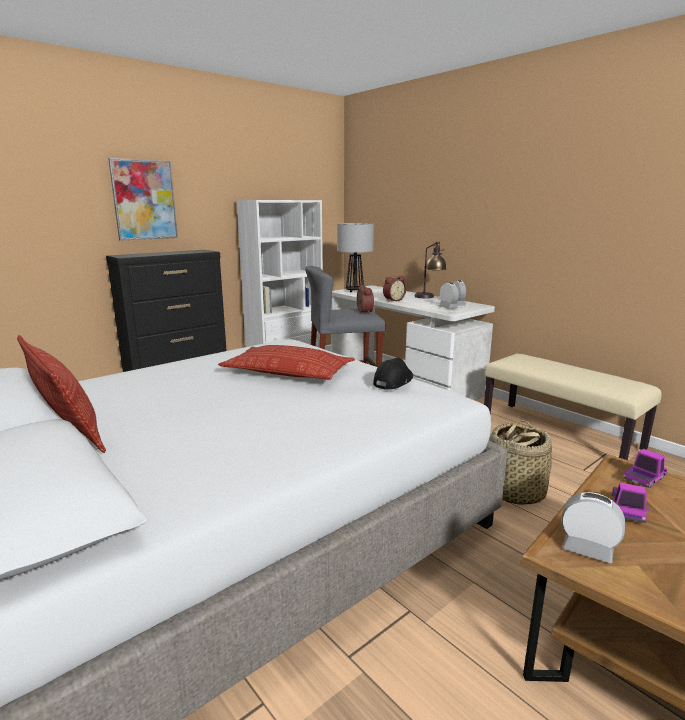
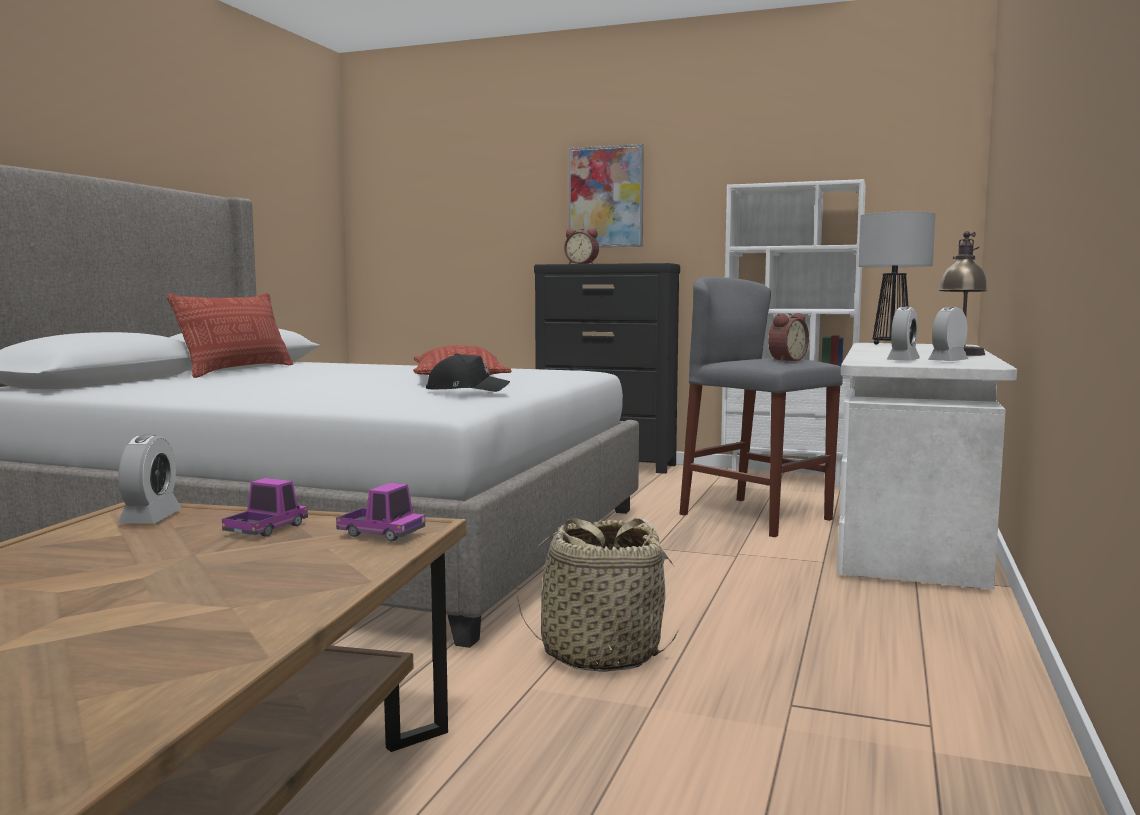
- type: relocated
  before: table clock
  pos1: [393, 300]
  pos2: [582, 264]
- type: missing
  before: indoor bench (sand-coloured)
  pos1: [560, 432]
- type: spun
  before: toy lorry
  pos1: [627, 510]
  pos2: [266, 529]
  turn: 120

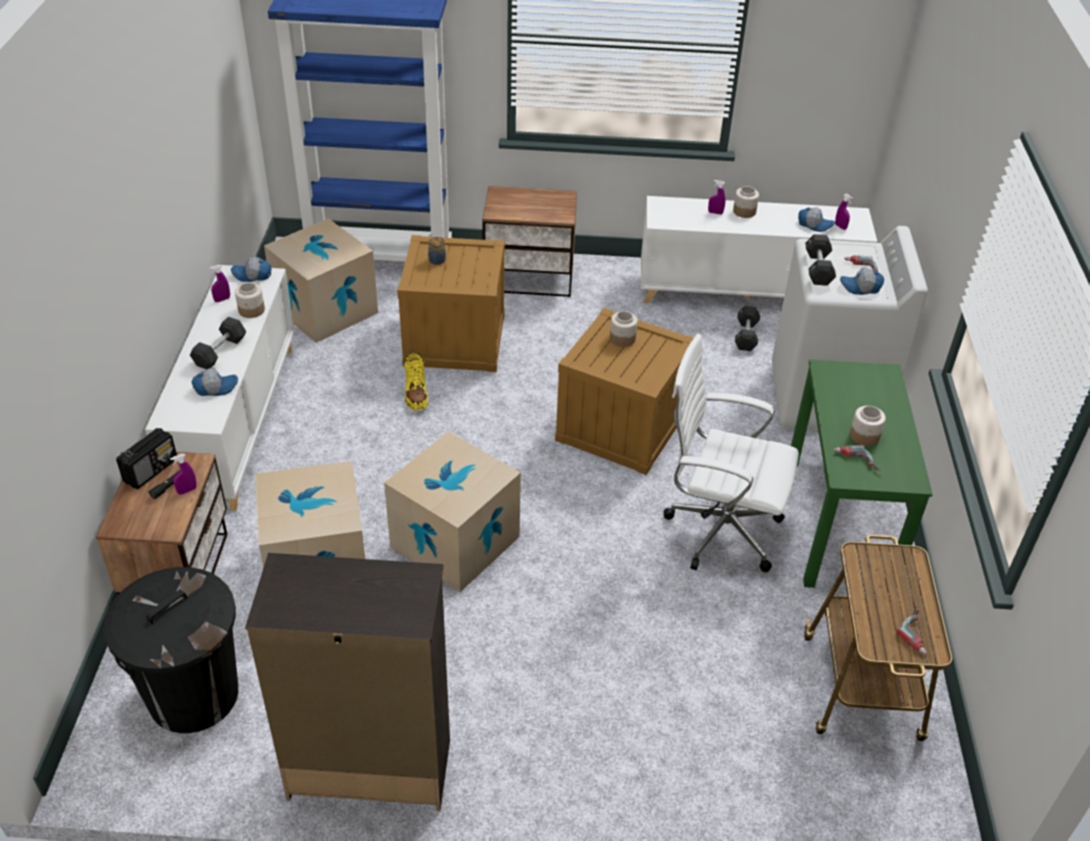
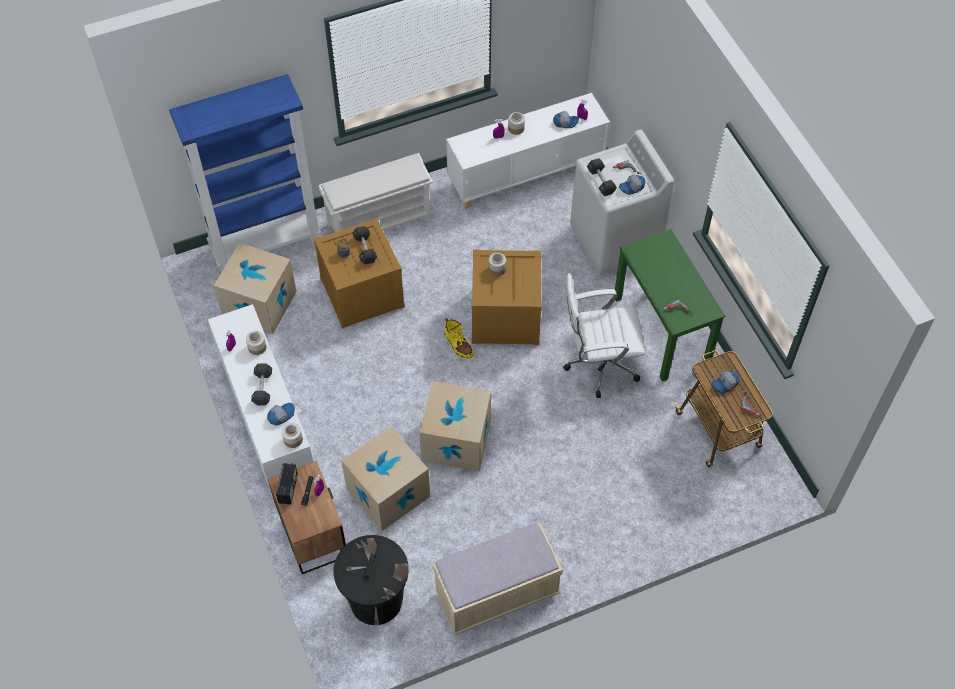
- type: relocated
  before: peaked cap
  pos1: [252, 275]
  pos2: [725, 384]
- type: exchanged
  before: drawer chest (black-coloured)
  after: indoor bench (sand-coloured)
  pos1: [369, 768]
  pos2: [496, 593]
- type: relocated
  before: tall boot (yellow)
  pos1: [416, 394]
  pos2: [458, 345]
- type: exchanged
  before: night table
  after: shoe stand (white)
  pos1: [530, 279]
  pos2: [379, 219]
- type: relocated
  before: hand weight (black-coloured)
  pos1: [746, 336]
  pos2: [365, 249]
- type: relocated
  before: jar
  pos1: [864, 436]
  pos2: [293, 439]

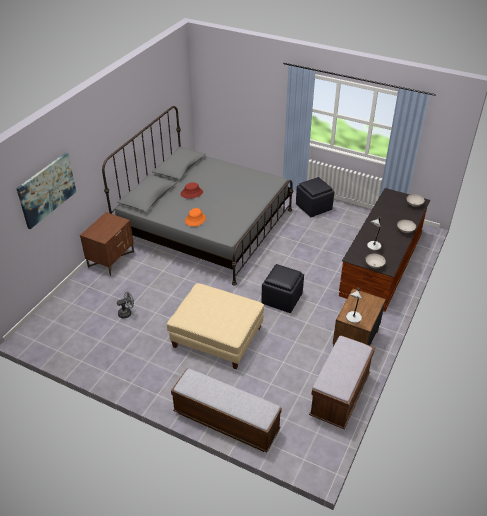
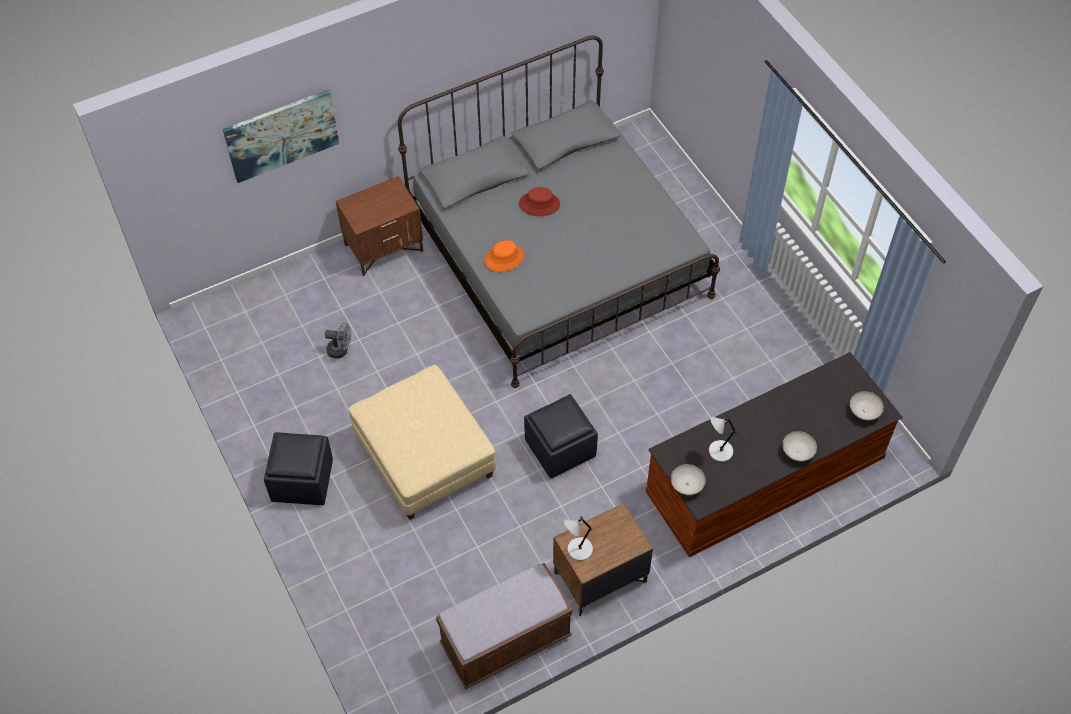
- type: missing
  before: indoor bench
  pos1: [226, 421]
- type: relocated
  before: pouffe (black-coloured)
  pos1: [314, 207]
  pos2: [303, 481]

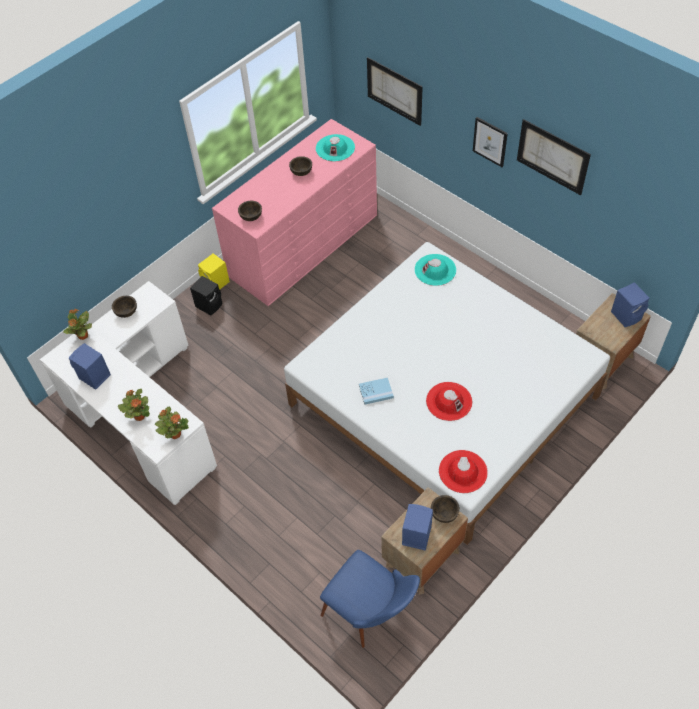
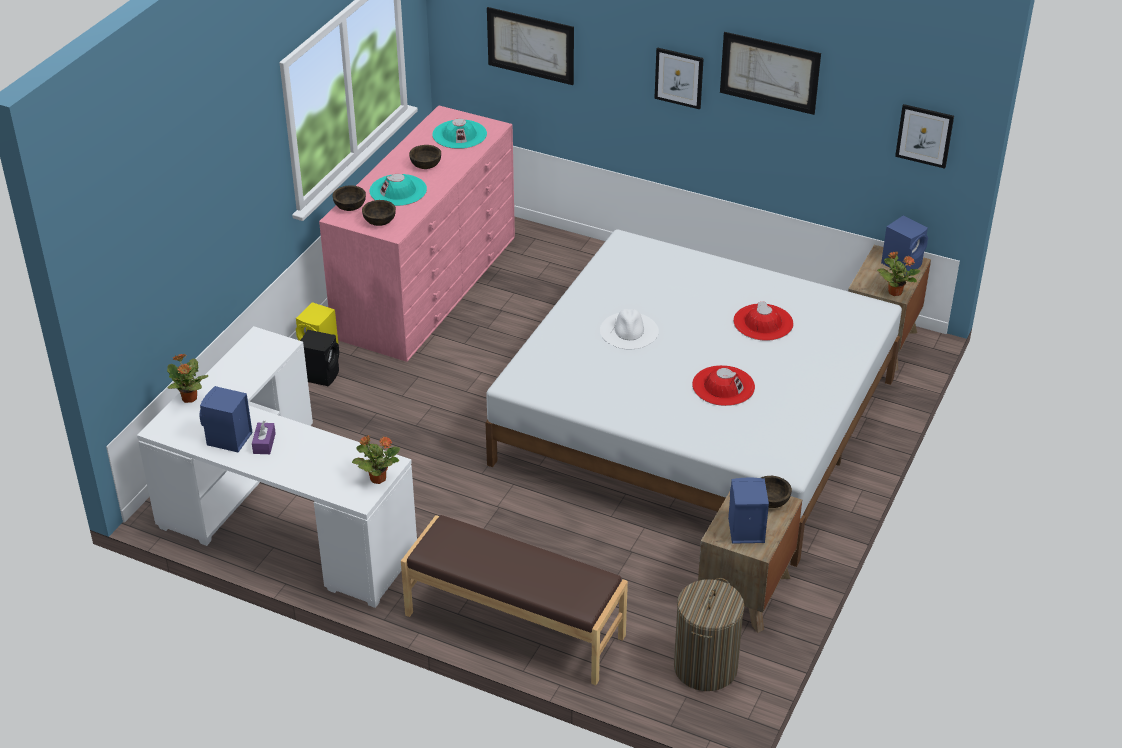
- type: relocated
  before: bowl (brown-coloured)
  pos1: [126, 312]
  pos2: [350, 207]
- type: relocated
  before: plant in a pot
  pos1: [139, 416]
  pos2: [894, 292]
- type: exchanged
  before: plain chair (bluish)
  after: laundry basket
  pos1: [371, 614]
  pos2: [705, 667]
- type: missing
  before: bound book (bluish)
  pos1: [376, 392]
- type: relocated
  before: clothing hat (blue-green)
  pos1: [435, 270]
  pos2: [398, 190]
- type: relocated
  before: clothing hat (red-coloured)
  pos1: [463, 471]
  pos2: [763, 322]
- type: appeared
  after: tissue box (purplish)
  pos2: [264, 443]
- type: appeared
  after: indoor bench (brown-coloured)
  pos2: [514, 626]
- type: appeared
  after: clothing hat (white)
  pos2: [629, 330]
- type: appeared
  after: wall art
  pos2: [924, 135]

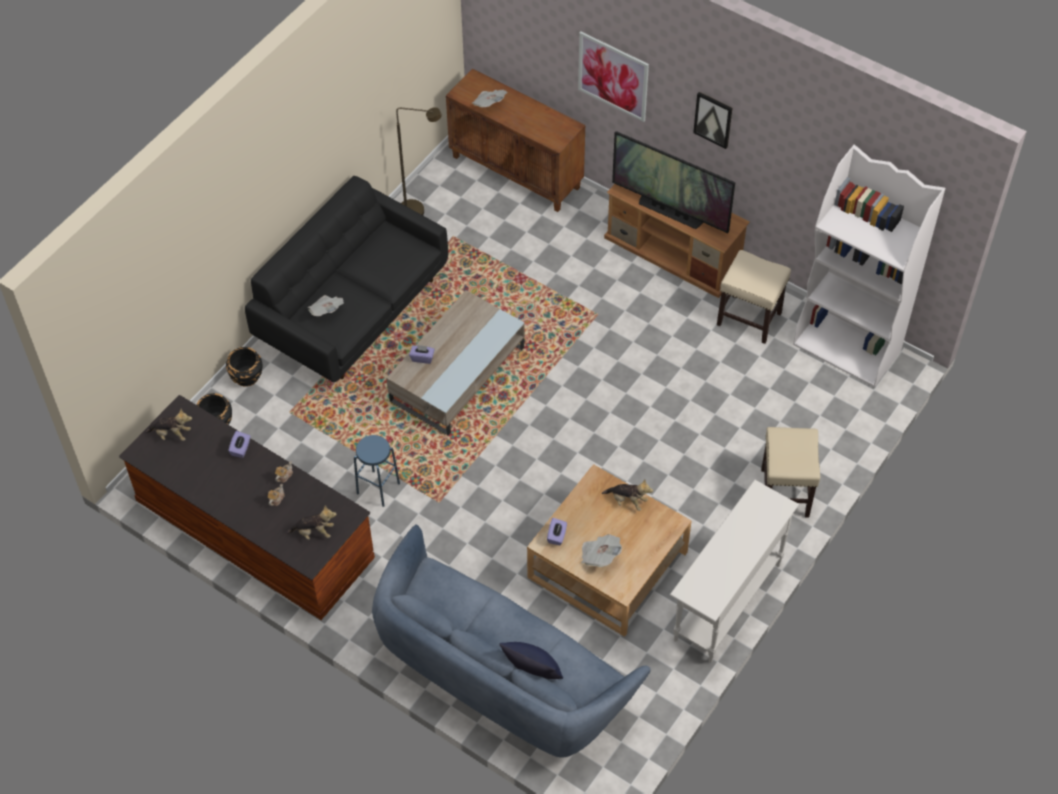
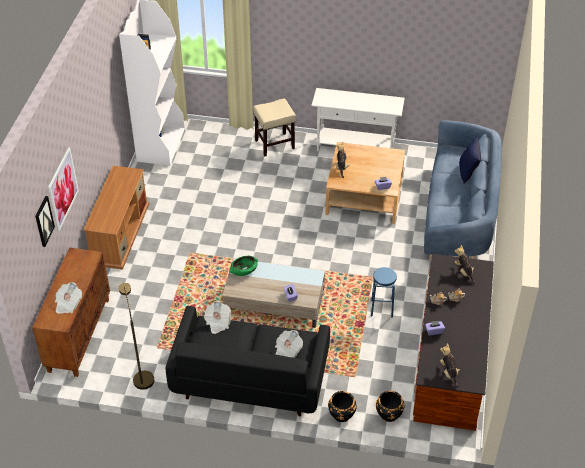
- type: relocated
  before: daily paper
  pos1: [599, 555]
  pos2: [218, 322]
- type: missing
  before: TV set
  pos1: [670, 211]
- type: relocated
  before: wall art
  pos1: [713, 119]
  pos2: [44, 221]
- type: missing
  before: stool (sand-coloured)
  pos1: [750, 319]
- type: appeared
  after: bowl (greenish)
  pos2: [244, 270]

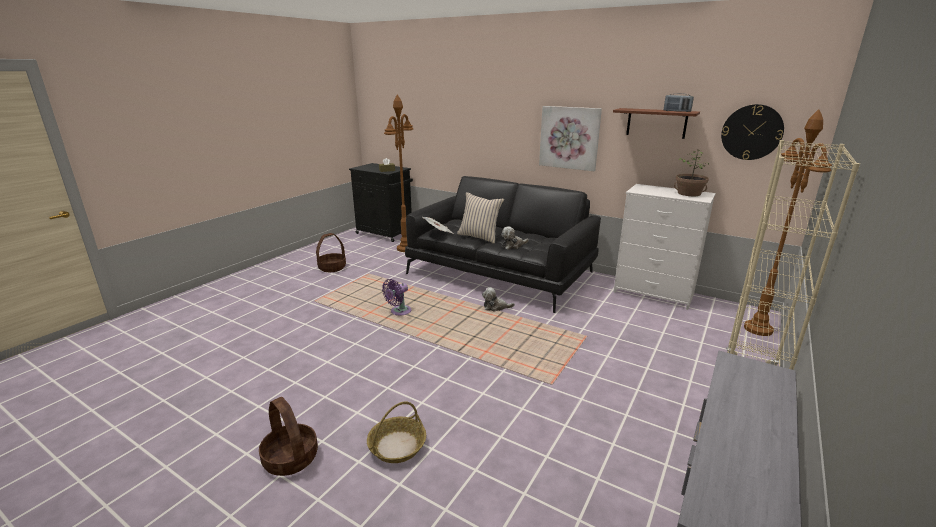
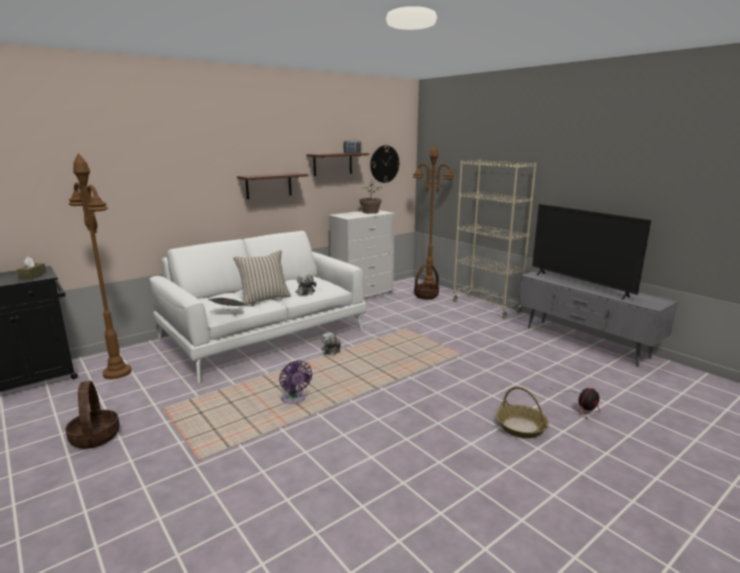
- type: relocated
  before: storage basket
  pos1: [291, 458]
  pos2: [426, 296]
- type: colour
  before: settee (black-coloured)
  after: settee (white)
  pos1: [501, 273]
  pos2: [265, 335]
- type: exchanged
  before: wall art
  after: bracket shelf (brown-coloured)
  pos1: [569, 138]
  pos2: [268, 185]
- type: appeared
  after: TV set
  pos2: [580, 285]
- type: appeared
  after: electric fan
  pos2: [583, 406]

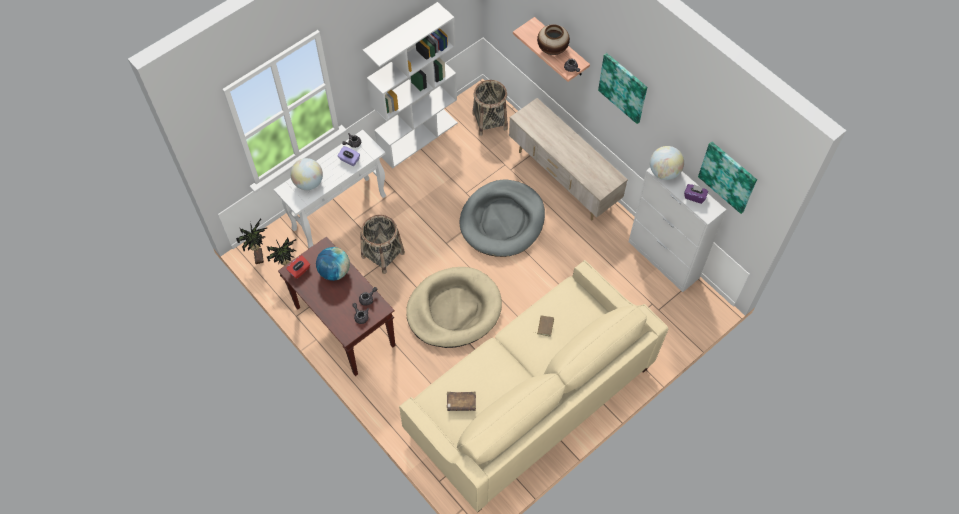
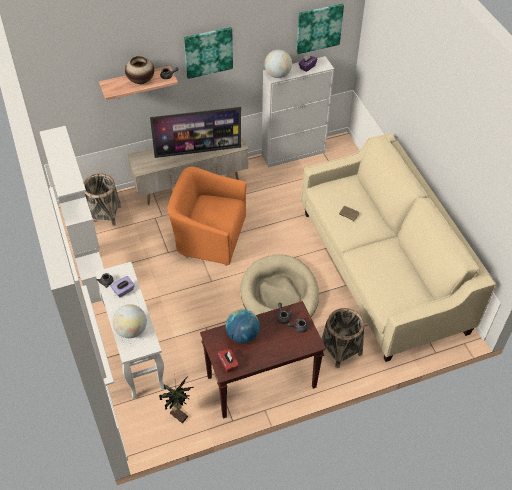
- type: missing
  before: plant in a pot
  pos1: [260, 256]
- type: relocated
  before: storage basket
  pos1: [383, 255]
  pos2: [340, 350]
- type: missing
  before: bound book (brown-coloured)
  pos1: [461, 403]
- type: exchanged
  before: dog bed (gray)
  after: lounge chair (orange)
  pos1: [502, 220]
  pos2: [209, 236]
- type: appeared
  after: TV set
  pos2: [198, 151]

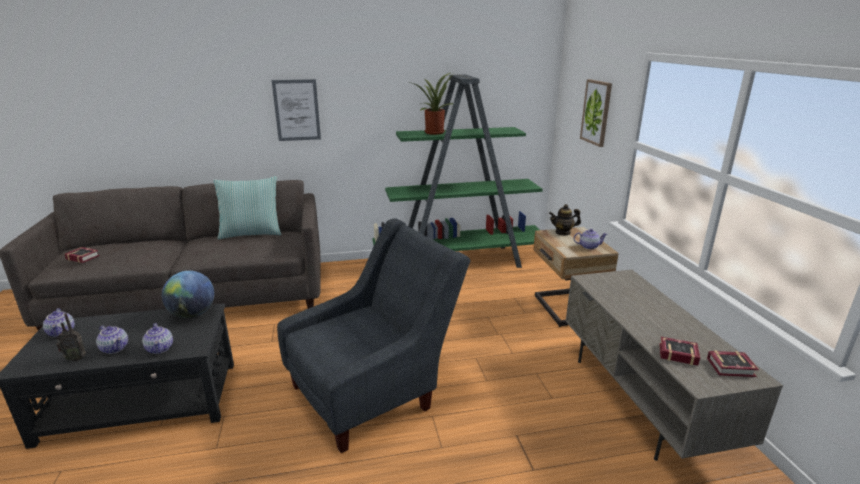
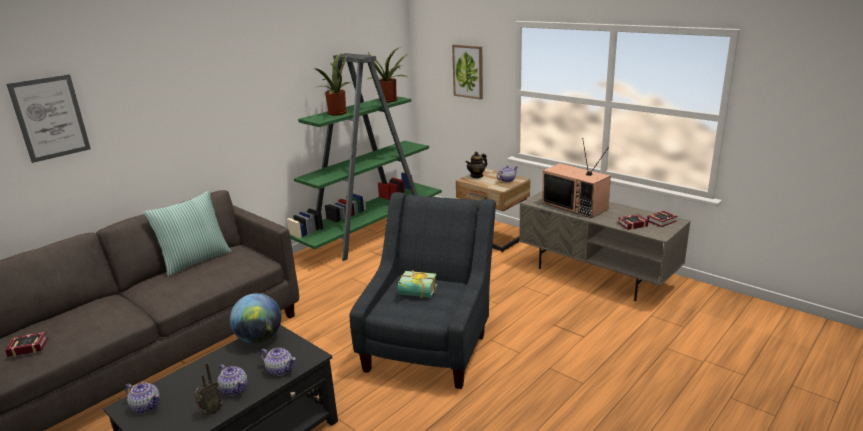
- type: spun
  before: teapot
  pos1: [115, 348]
  pos2: [234, 389]
  turn: 45
- type: relocated
  before: wall art
  pos1: [297, 110]
  pos2: [50, 118]
- type: appeared
  after: plant in a pot
  pos2: [389, 100]
- type: appeared
  after: bound book
  pos2: [416, 295]
- type: appeared
  after: TV set
  pos2: [576, 206]

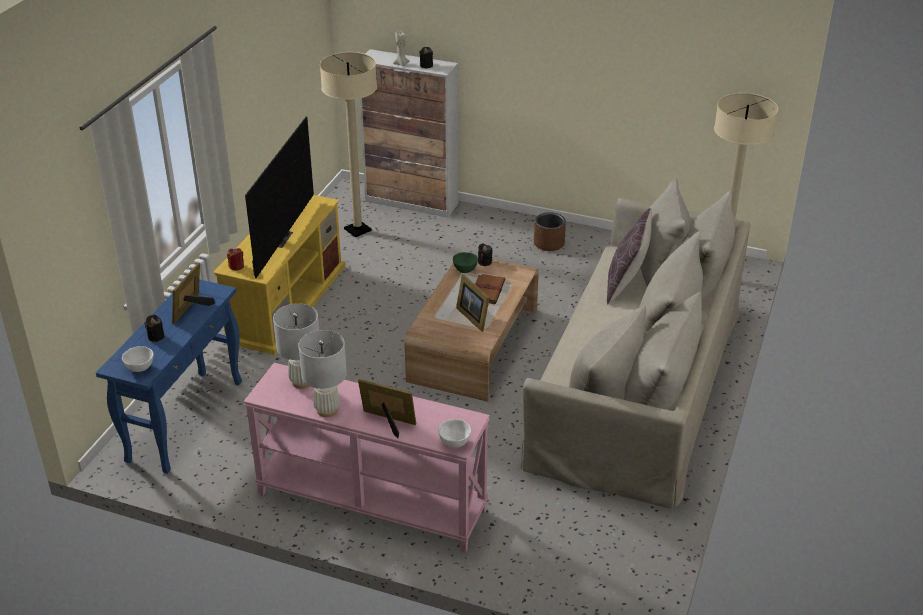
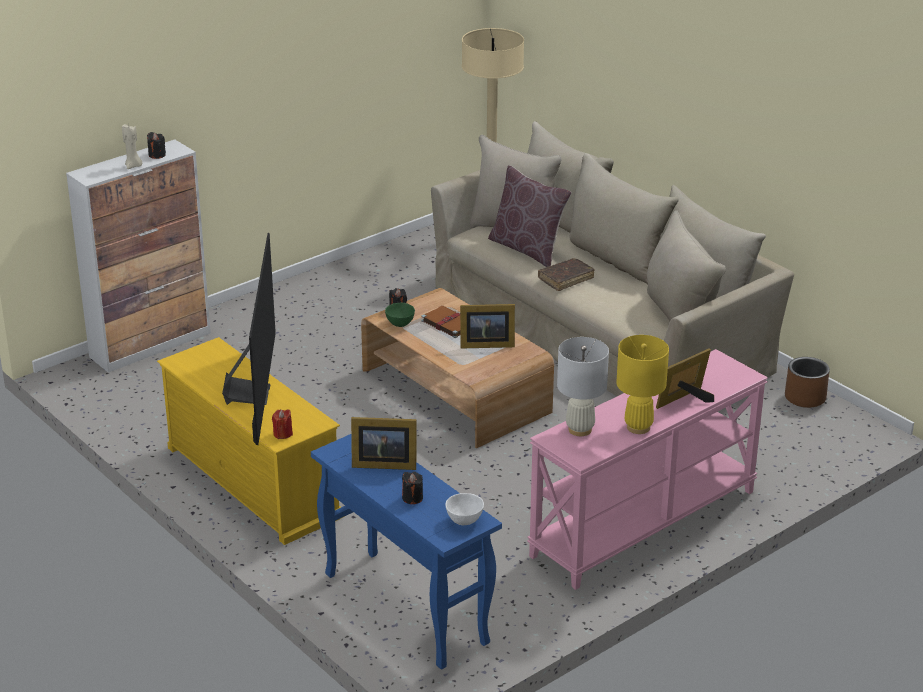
- type: spun
  before: photo frame
  pos1: [192, 309]
  pos2: [382, 463]
  turn: -45
- type: spun
  before: TV set
  pos1: [278, 238]
  pos2: [254, 394]
  turn: 45
- type: colour
  before: table lamp (white)
  after: table lamp (yellow)
  pos1: [327, 410]
  pos2: [638, 427]
- type: missing
  before: floor lamp (sand-coloured)
  pos1: [357, 230]
- type: missing
  before: bowl (white)
  pos1: [454, 443]
- type: relocated
  before: plant pot (brown-coloured)
  pos1: [549, 244]
  pos2: [805, 398]
- type: appeared
  after: bound book (brown-coloured)
  pos2: [565, 279]

